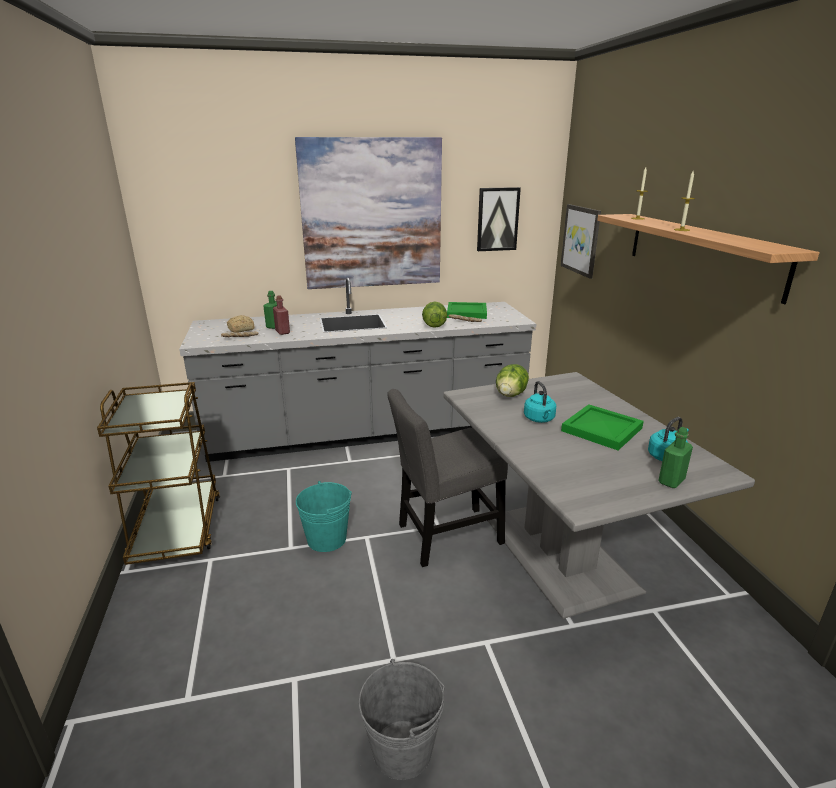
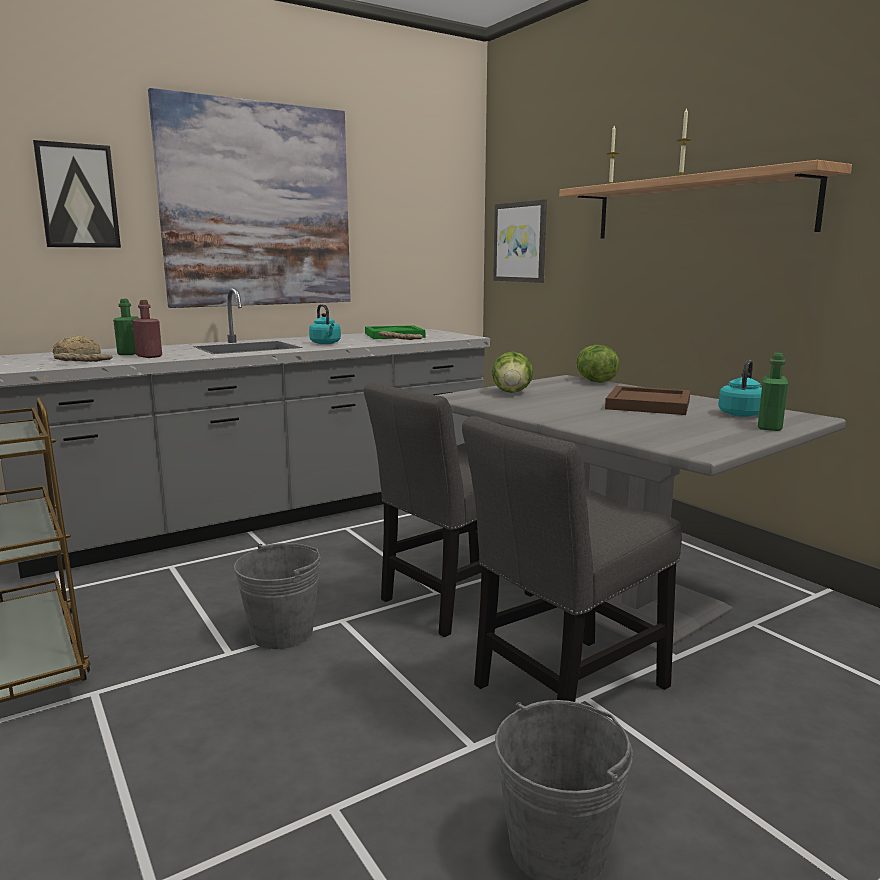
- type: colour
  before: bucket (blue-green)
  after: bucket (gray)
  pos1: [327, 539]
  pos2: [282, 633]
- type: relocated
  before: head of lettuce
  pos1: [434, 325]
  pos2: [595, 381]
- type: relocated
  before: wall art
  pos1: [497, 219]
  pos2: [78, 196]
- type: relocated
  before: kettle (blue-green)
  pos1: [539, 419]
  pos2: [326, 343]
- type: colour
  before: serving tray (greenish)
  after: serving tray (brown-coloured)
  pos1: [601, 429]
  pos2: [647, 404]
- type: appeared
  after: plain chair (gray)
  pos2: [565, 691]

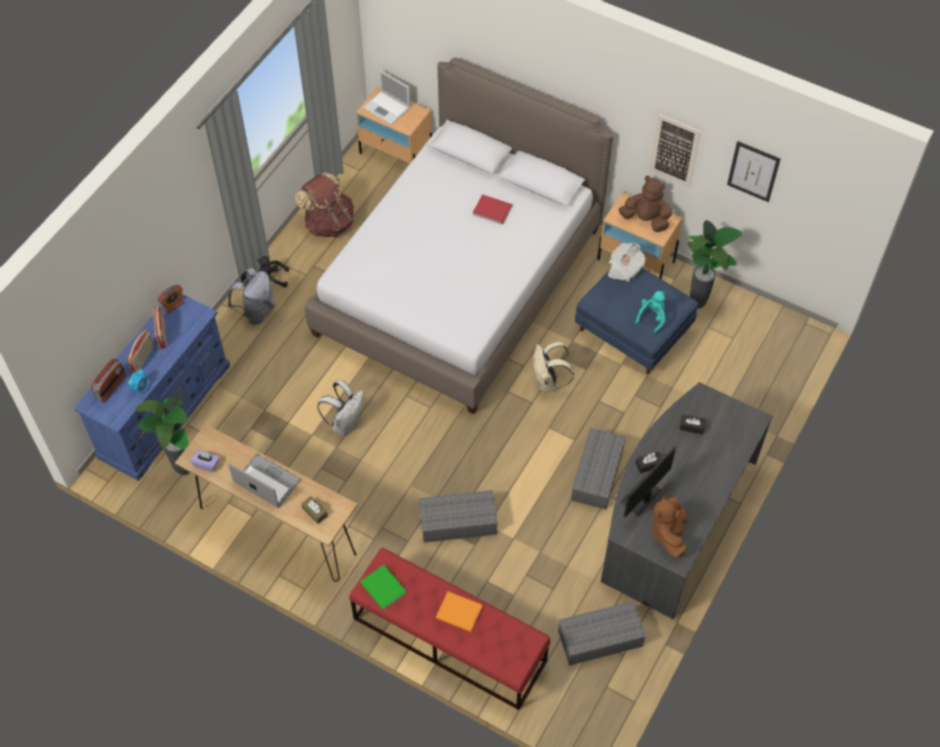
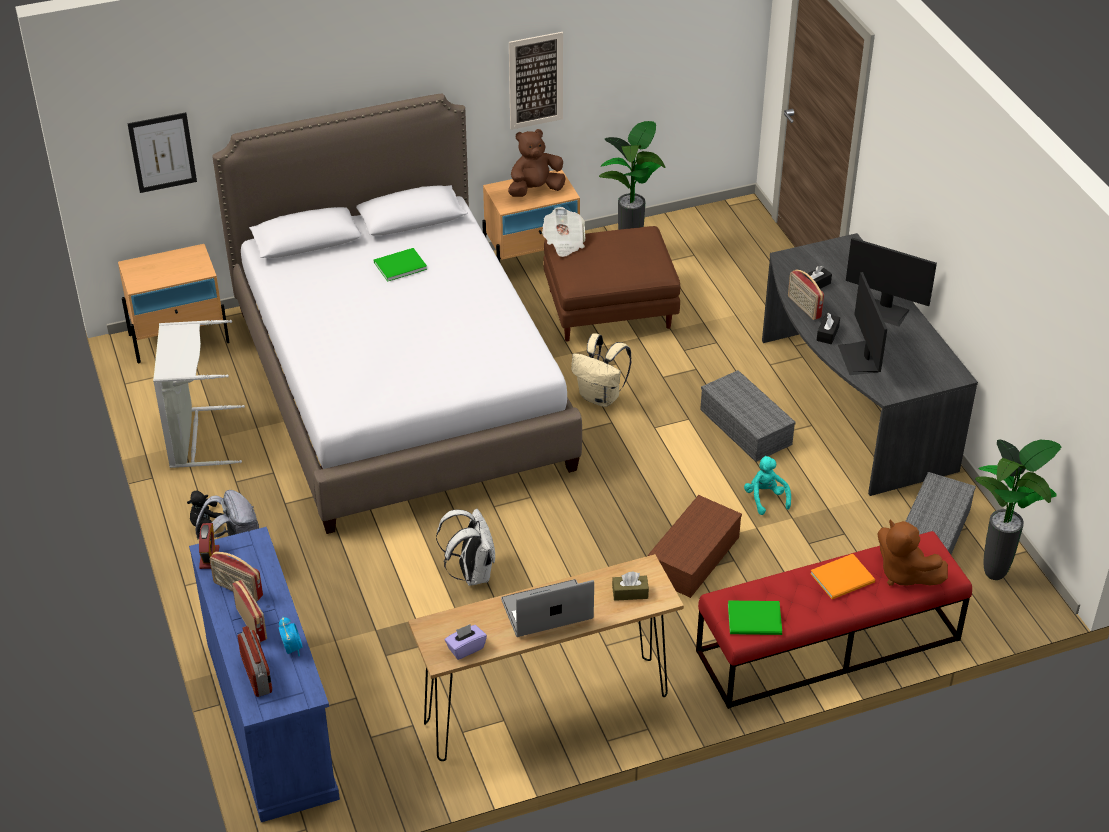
- type: relocated
  before: plant in a pot
  pos1: [185, 471]
  pos2: [996, 575]
- type: exchanged
  before: backpack (brown-coloured)
  after: laundry basket (gray)
  pos1: [328, 223]
  pos2: [196, 438]
- type: missing
  before: laptop
  pos1: [387, 108]
- type: colour
  before: storage container (gray)
  after: storage container (brown-coloured)
  pos1: [457, 523]
  pos2: [694, 558]
- type: colour
  before: bound book (red-coloured)
  after: bound book (greenish)
  pos1: [491, 209]
  pos2: [398, 265]
- type: colour
  before: pouffe (bluish)
  after: pouffe (brown-coloured)
  pos1: [634, 331]
  pos2: [611, 308]
- type: relocated
  before: plush toy (blue-green)
  pos1: [652, 317]
  pos2: [765, 498]
- type: relocated
  before: plush toy (brown-coloured)
  pos1: [669, 534]
  pos2: [904, 573]
- type: relocated
  before: wall art
  pos1: [753, 171]
  pos2: [162, 152]
- type: appeared
  after: radio receiver
  pos2: [803, 307]
- type: appeared
  after: computer screen
  pos2: [883, 311]

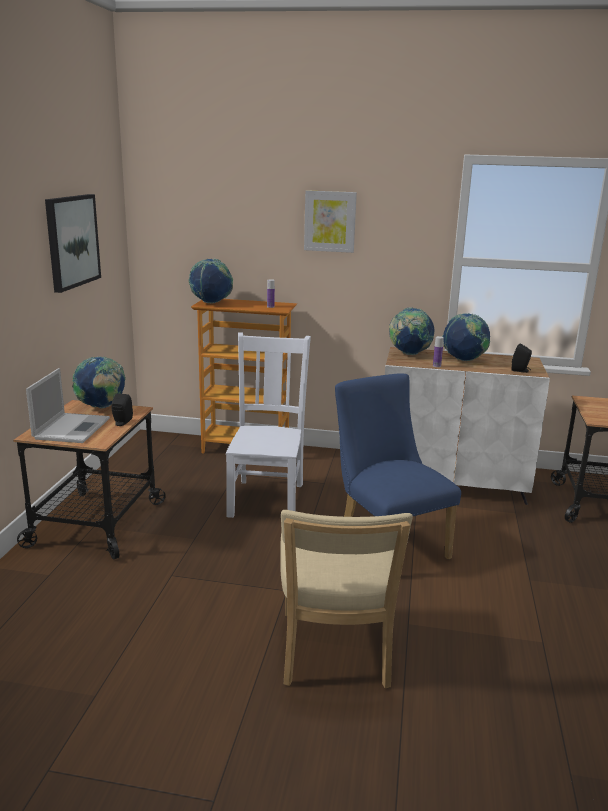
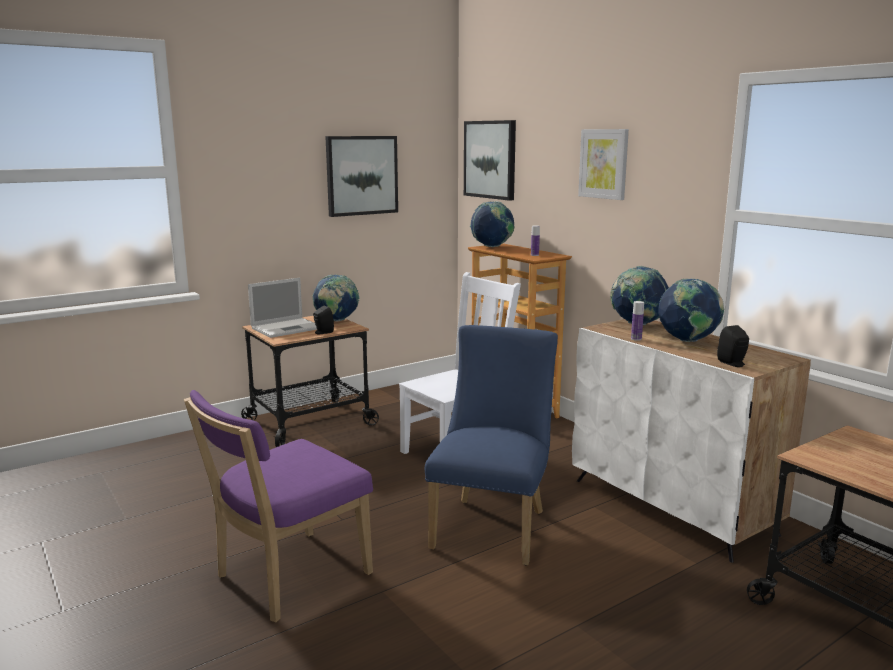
- type: colour
  before: plain chair (sand-coloured)
  after: plain chair (purplish)
  pos1: [334, 654]
  pos2: [287, 578]
- type: appeared
  after: wall art
  pos2: [490, 159]

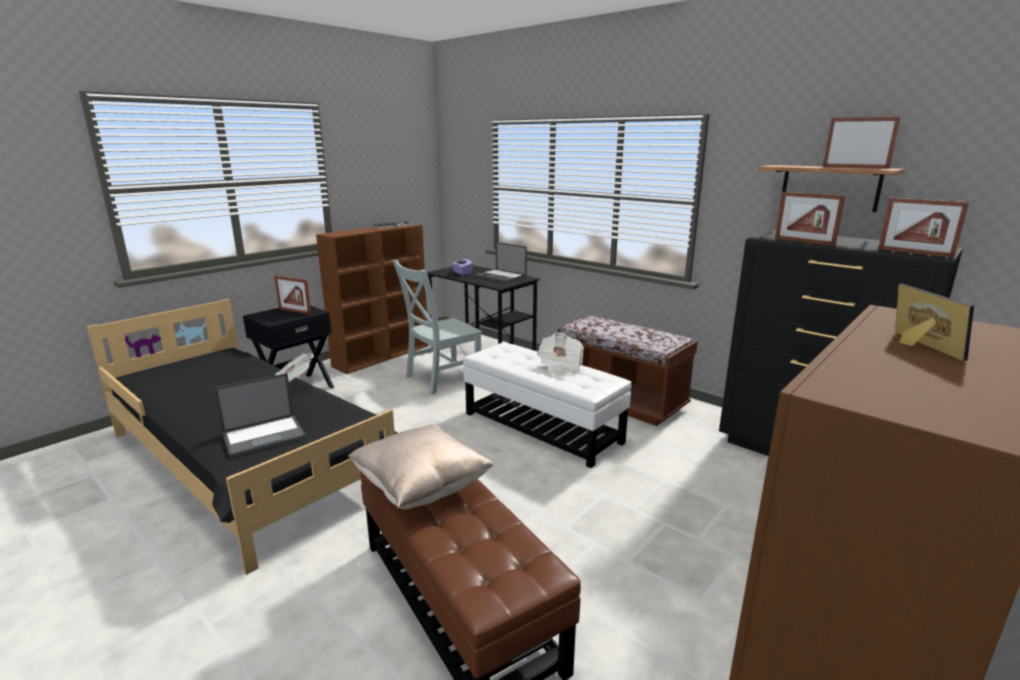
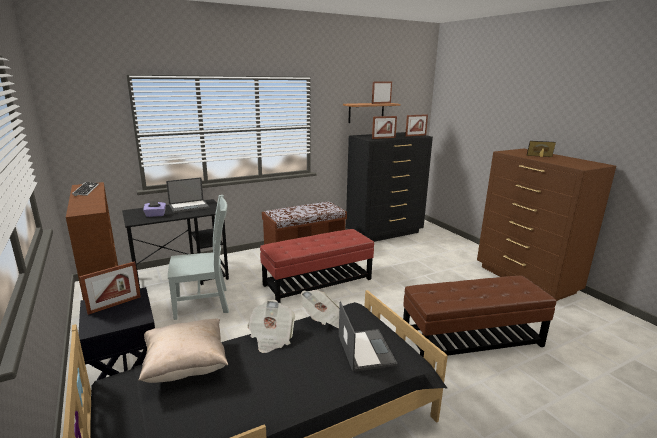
- type: relocated
  before: cushion (sand-coloured)
  pos1: [421, 488]
  pos2: [186, 366]
- type: spun
  before: plain chair (gray)
  pos1: [440, 379]
  pos2: [204, 303]
  turn: -90
- type: colour
  before: pouffe (white)
  after: pouffe (red-coloured)
  pos1: [542, 427]
  pos2: [317, 282]
- type: relocated
  before: daily paper
  pos1: [560, 367]
  pos2: [323, 319]

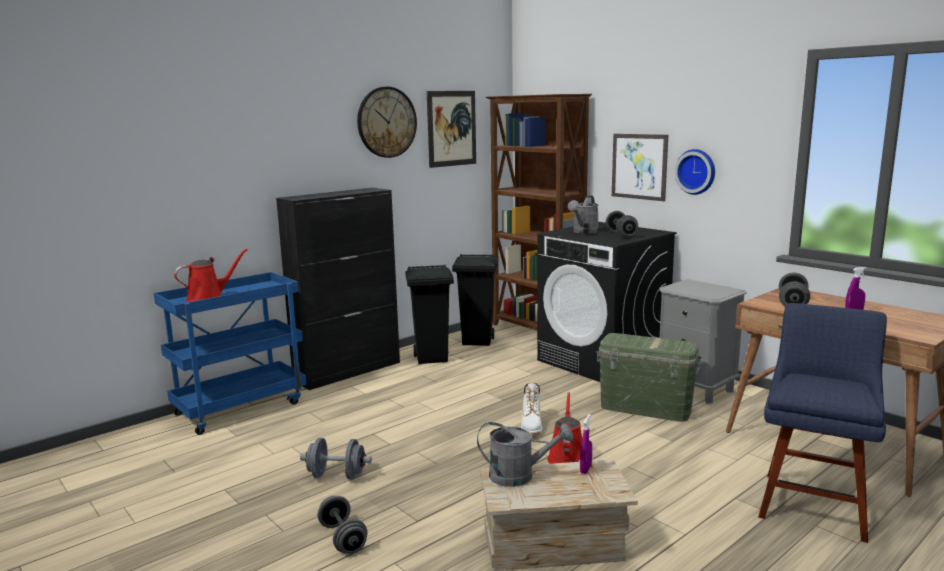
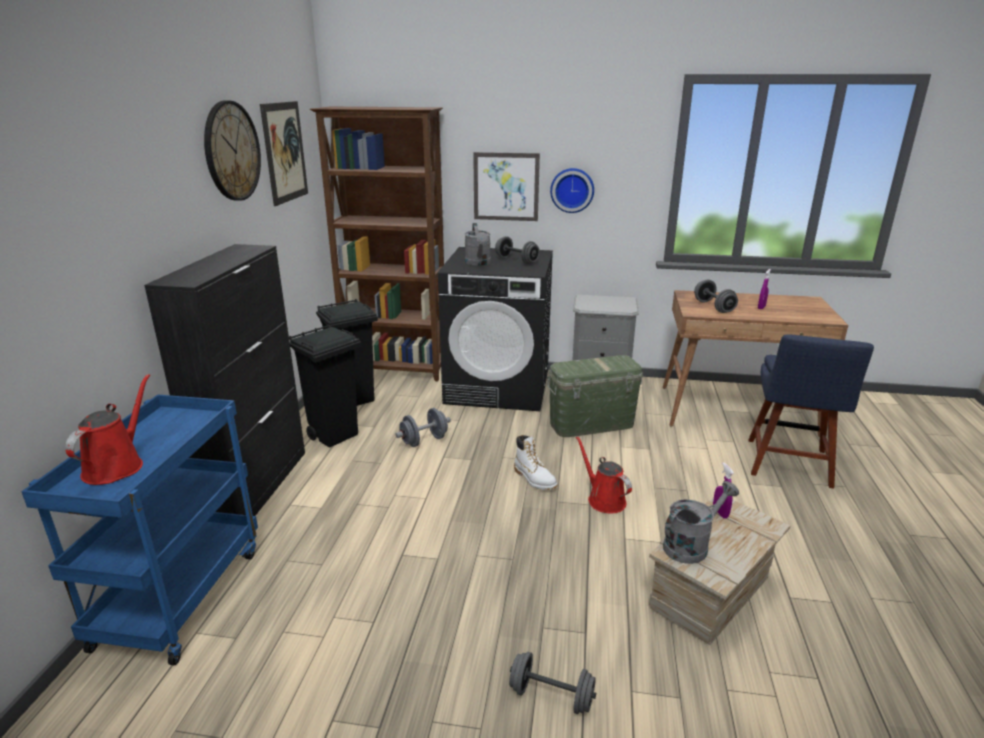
- type: relocated
  before: hand weight (gray)
  pos1: [337, 475]
  pos2: [424, 441]
- type: spun
  before: plain chair (bluish)
  pos1: [814, 502]
  pos2: [789, 465]
  turn: -150

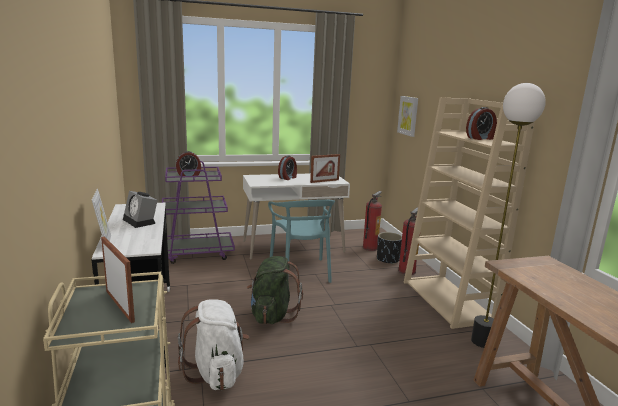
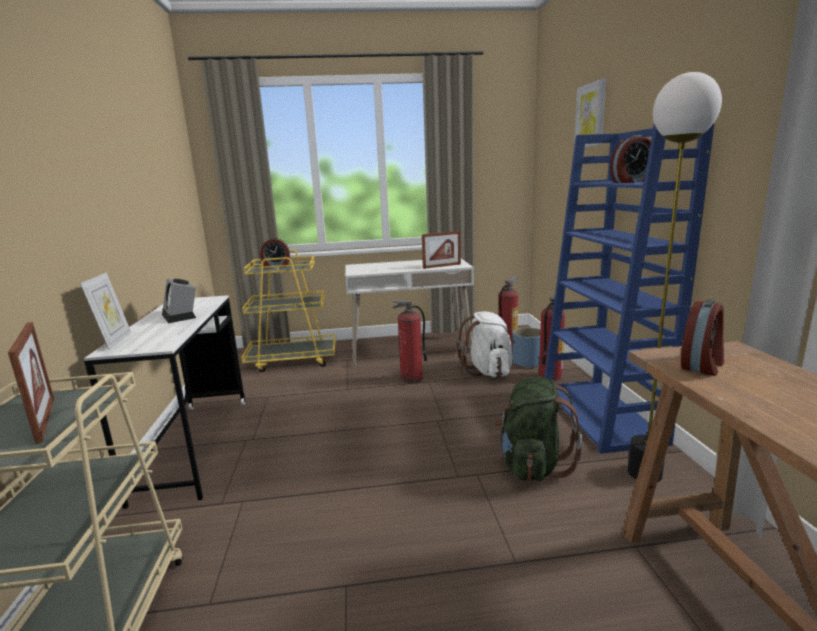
- type: colour
  before: trolley (purplish)
  after: trolley (yellow)
  pos1: [196, 253]
  pos2: [293, 360]
- type: relocated
  before: backpack (white)
  pos1: [216, 372]
  pos2: [488, 371]
- type: relocated
  before: backpack (greenish)
  pos1: [272, 315]
  pos2: [532, 465]
- type: exchanged
  before: plain chair (blue-green)
  after: extinguisher
  pos1: [301, 271]
  pos2: [411, 379]
- type: relocated
  before: table clock
  pos1: [288, 178]
  pos2: [703, 365]
- type: colour
  before: plant pot (black-coloured)
  after: plant pot (bluish)
  pos1: [388, 259]
  pos2: [527, 363]
- type: relocated
  before: wall art
  pos1: [408, 115]
  pos2: [591, 115]
- type: colour
  before: bookshelf (sand-coloured)
  after: bookshelf (bluish)
  pos1: [448, 301]
  pos2: [601, 415]

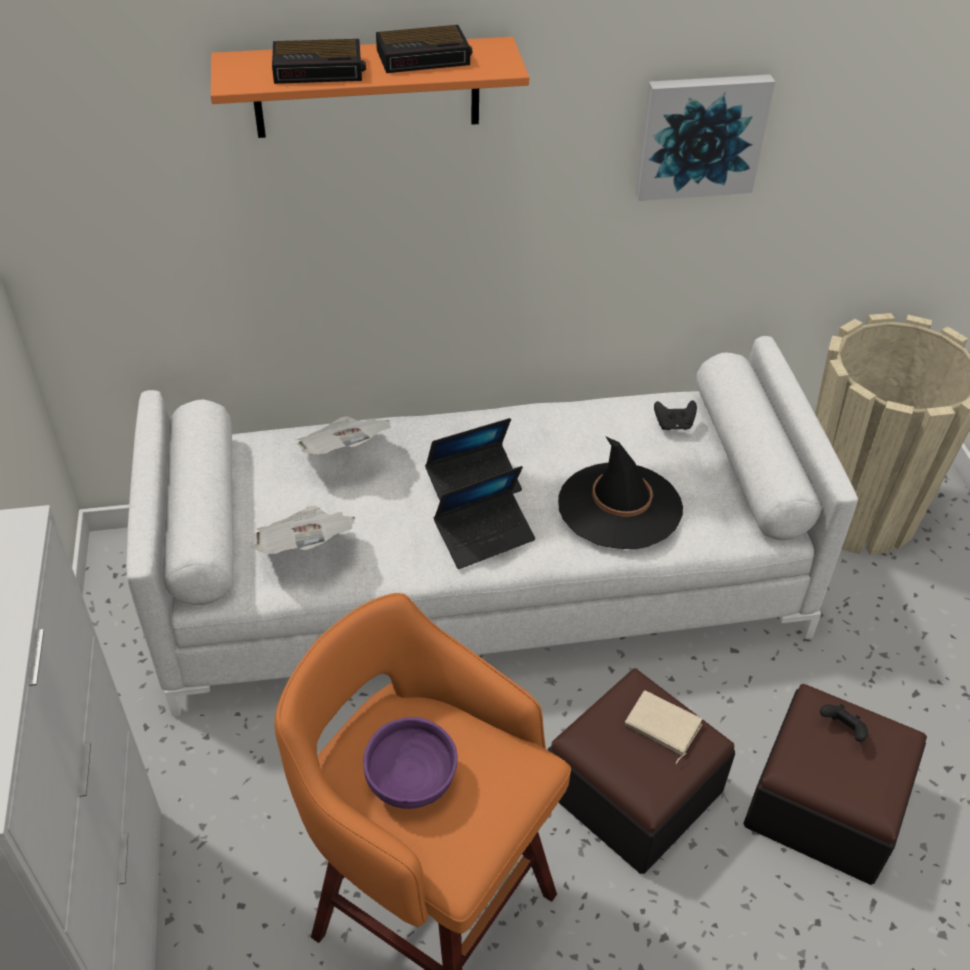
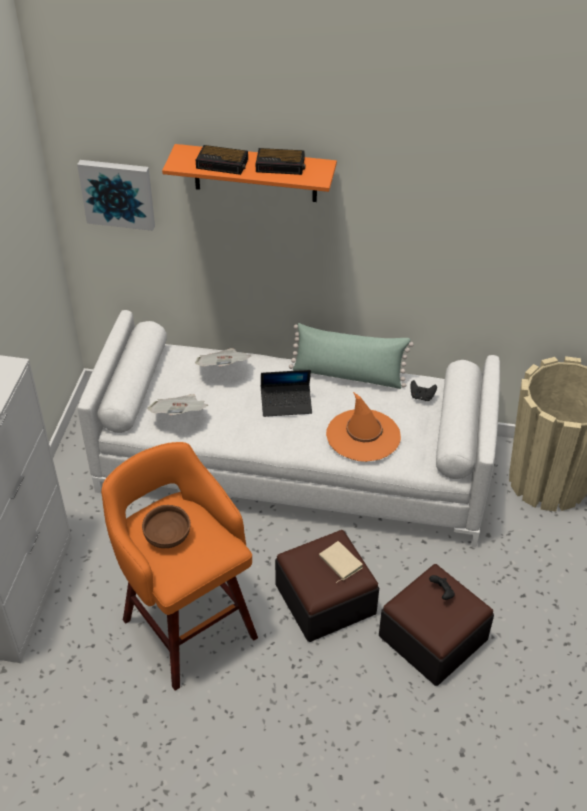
- type: colour
  before: bowl (purplish)
  after: bowl (brown-coloured)
  pos1: [411, 781]
  pos2: [167, 537]
- type: missing
  before: laptop
  pos1: [484, 536]
- type: colour
  before: clothing hat (black-coloured)
  after: clothing hat (orange)
  pos1: [619, 506]
  pos2: [363, 435]
- type: relocated
  before: wall art
  pos1: [700, 135]
  pos2: [118, 193]
- type: appeared
  after: cushion (greenish)
  pos2: [348, 375]

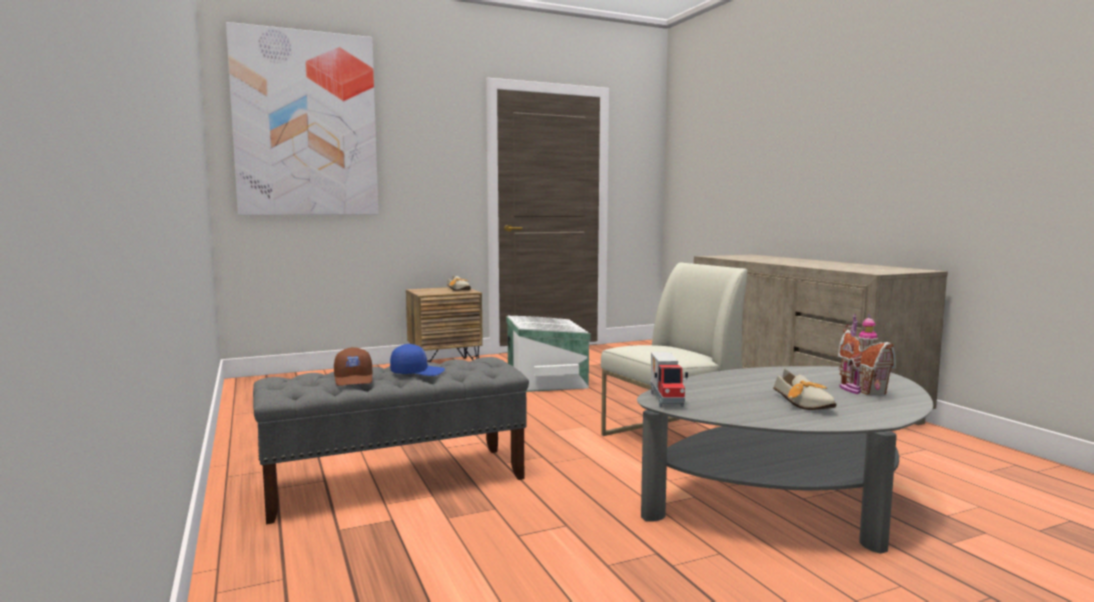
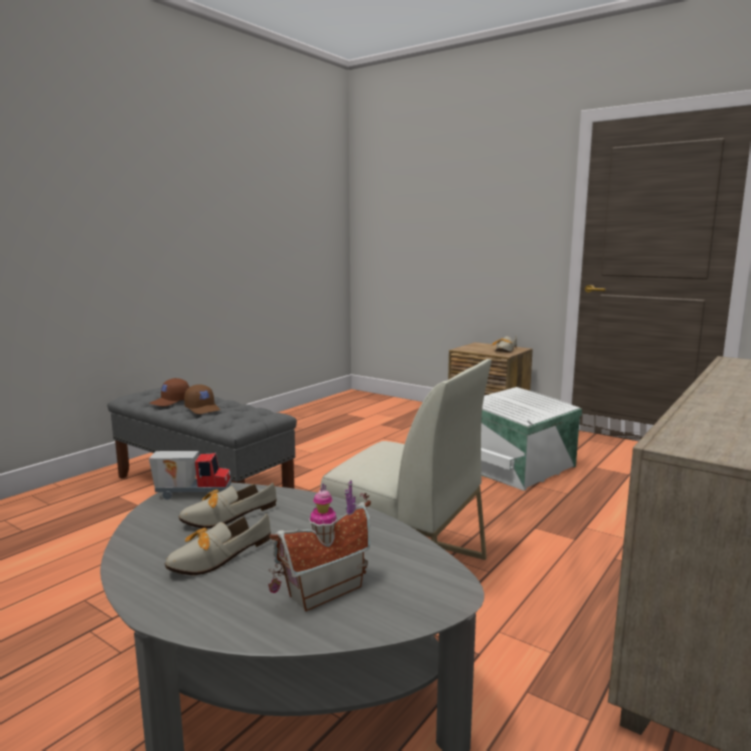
- type: missing
  before: wall art
  pos1: [306, 124]
- type: colour
  before: peaked cap (bluish)
  after: peaked cap (brown-coloured)
  pos1: [417, 372]
  pos2: [203, 409]
- type: spun
  before: toy lorry
  pos1: [668, 399]
  pos2: [193, 493]
  turn: -150
- type: appeared
  after: item of footwear
  pos2: [222, 517]

